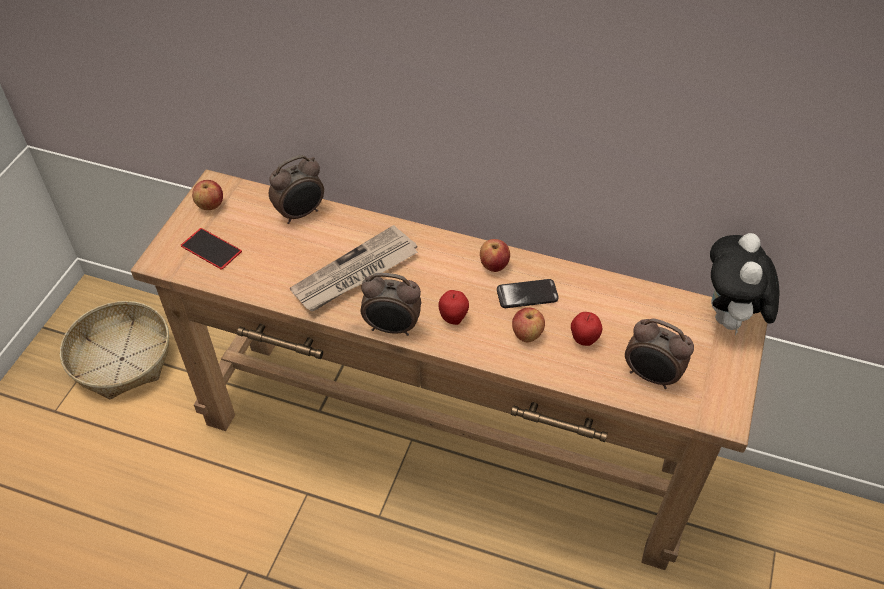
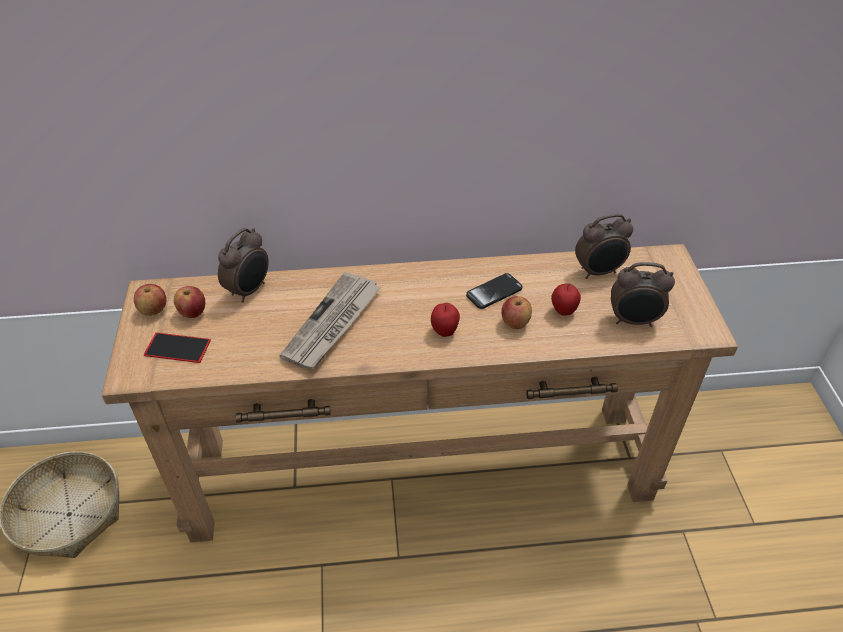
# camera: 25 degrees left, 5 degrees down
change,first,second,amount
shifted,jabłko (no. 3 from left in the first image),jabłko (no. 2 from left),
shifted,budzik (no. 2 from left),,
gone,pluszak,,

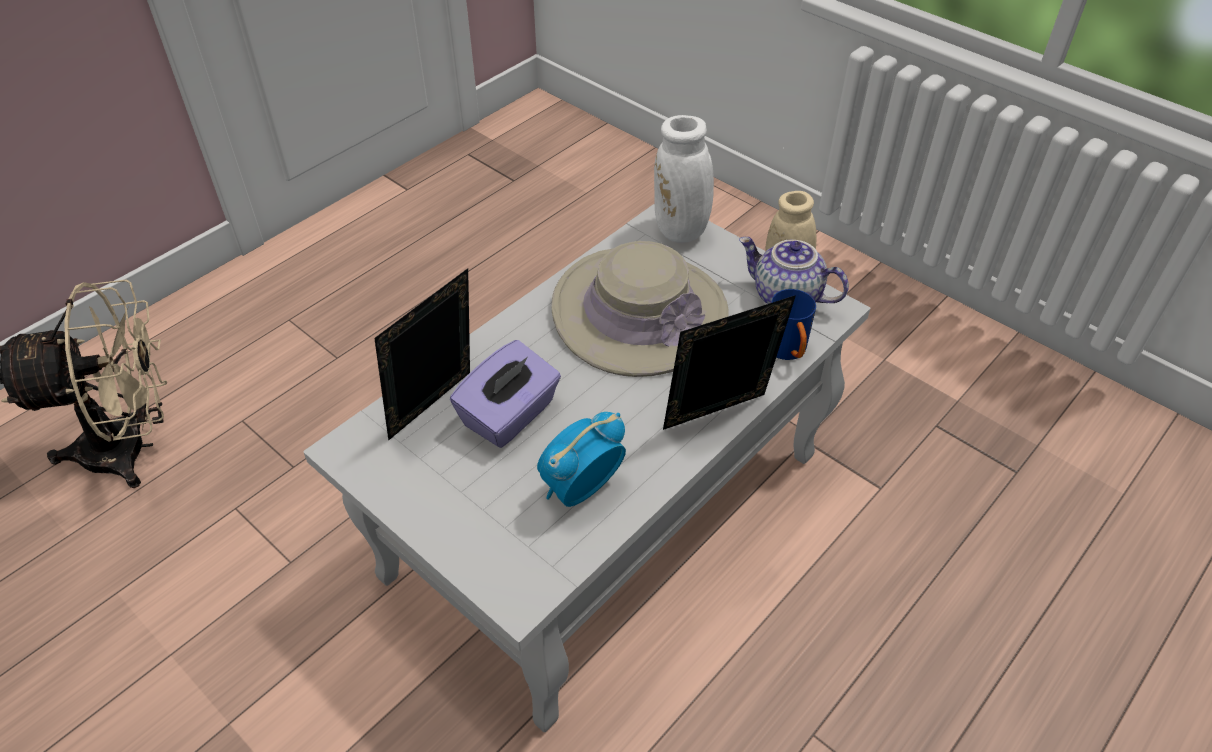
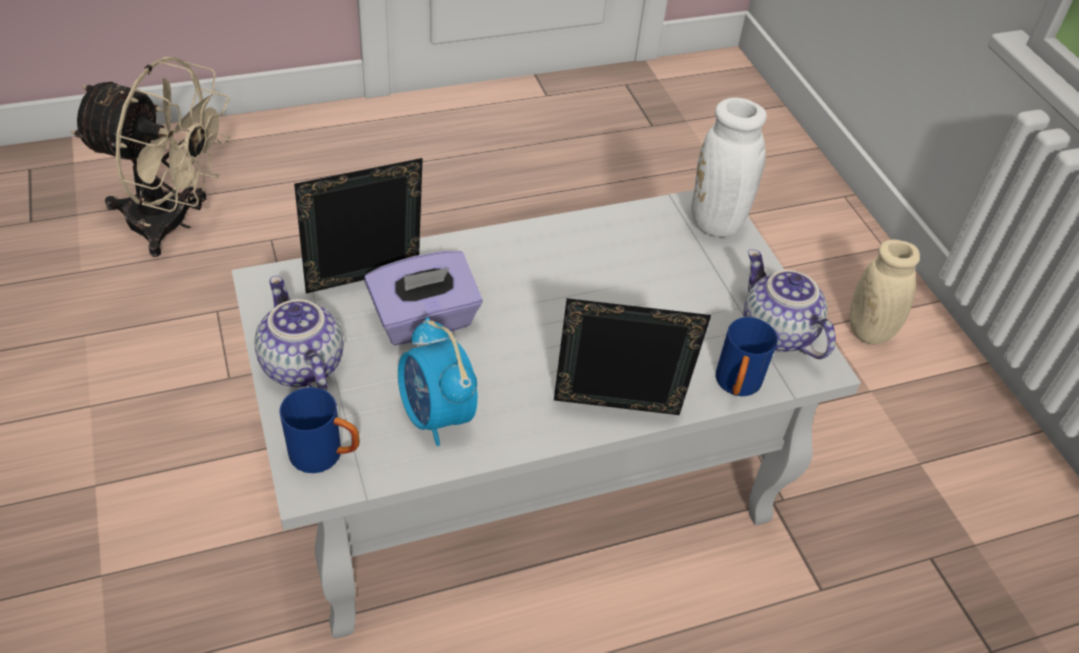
# camera: 25 degrees right, 0 degrees up
change,first,second,amount
new,,imbryk (no. 1 from left),
new,,kubek/niebieski (no. 1 from left),
rotated,budzik,,105 degrees counterclockwise
gone,kapelusz/beżowy,,

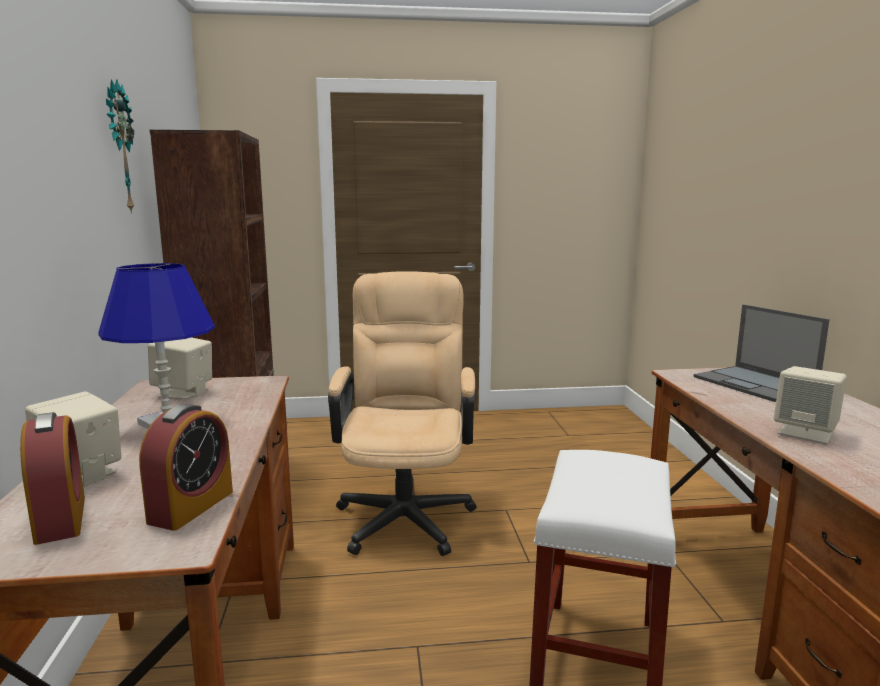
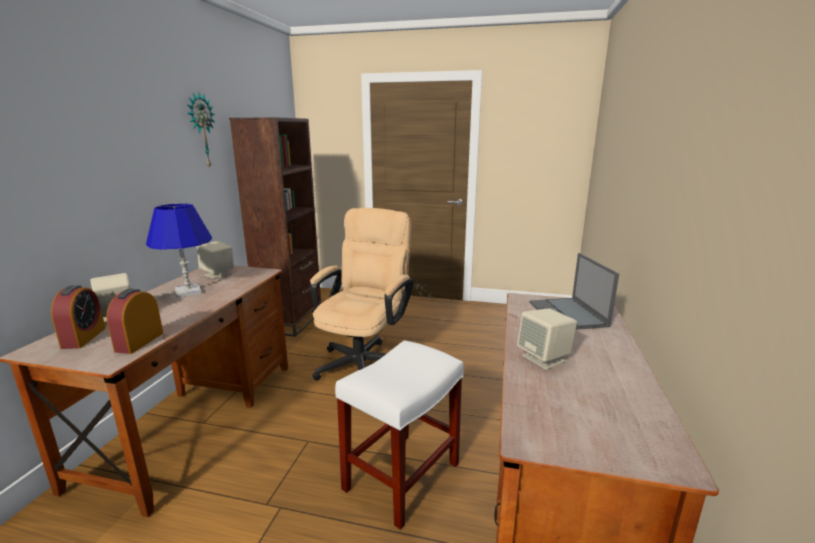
# camera: 20 degrees right, 5 degrees up
change,first,second,amount
rotated,budzik (no. 2 from left),,150 degrees clockwise

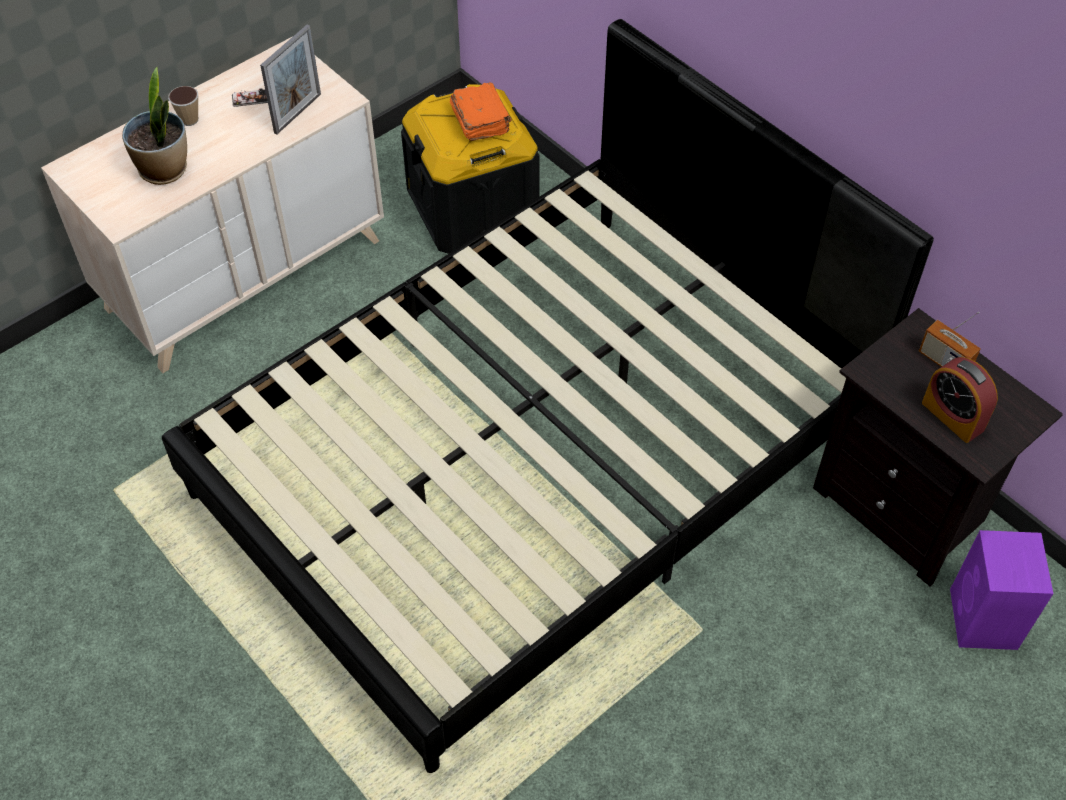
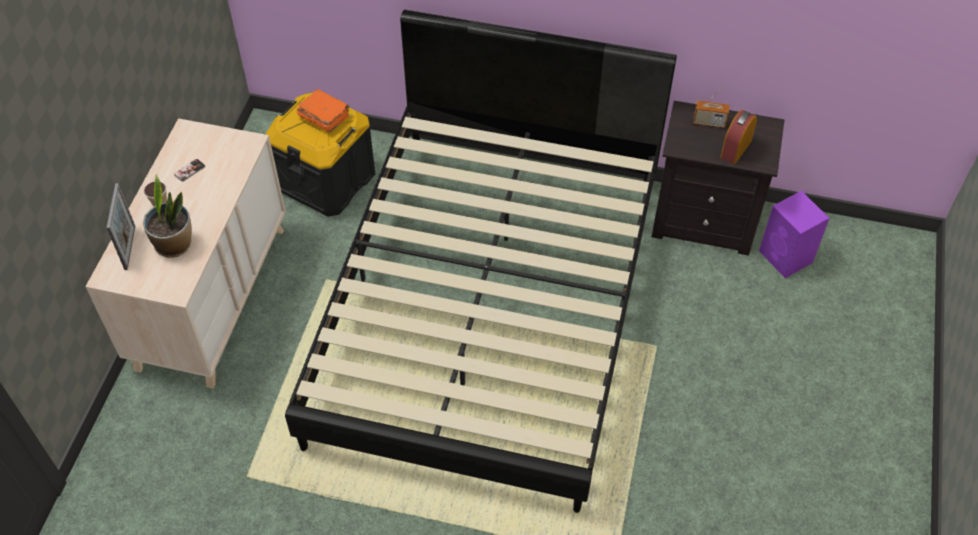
# camera: 35 degrees left, 0 degrees up
change,first,second,amount
shifted,ramka na zdjęcie,,
rotated,budzik,,105 degrees clockwise

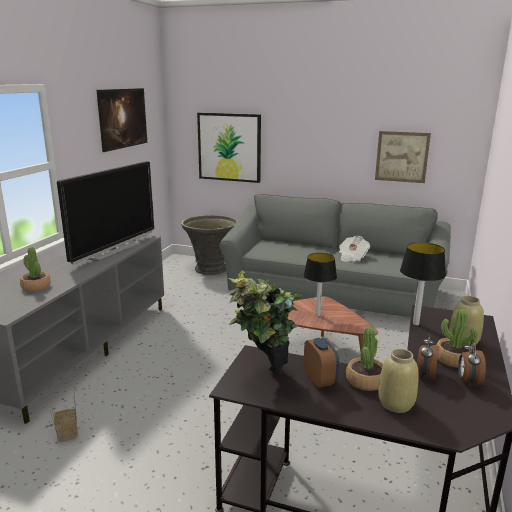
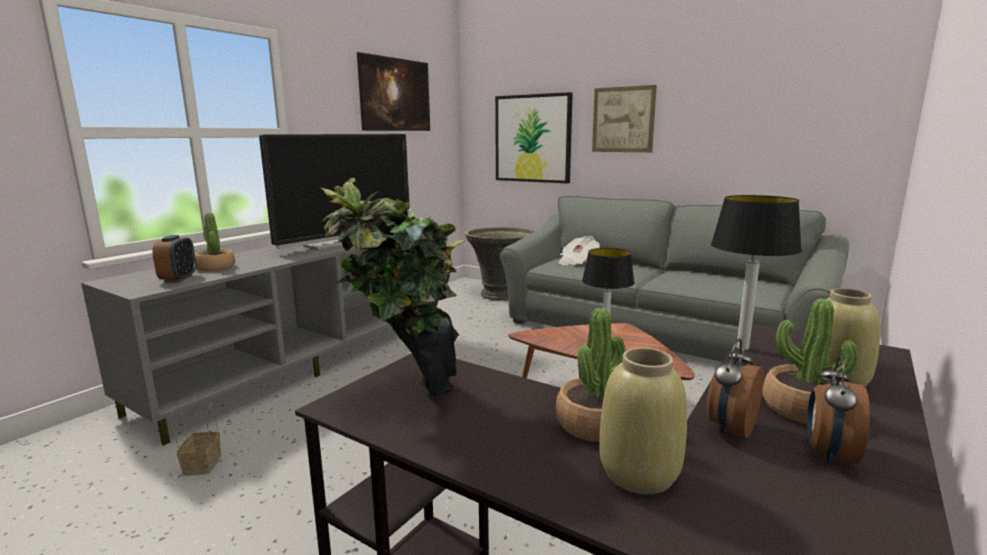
# camera: 15 degrees right, 5 degrees down
change,first,second,amount
shifted,budzik (no. 1 from left),,
shifted,gazeta,,
shifted,obraz (no. 3 from left),,

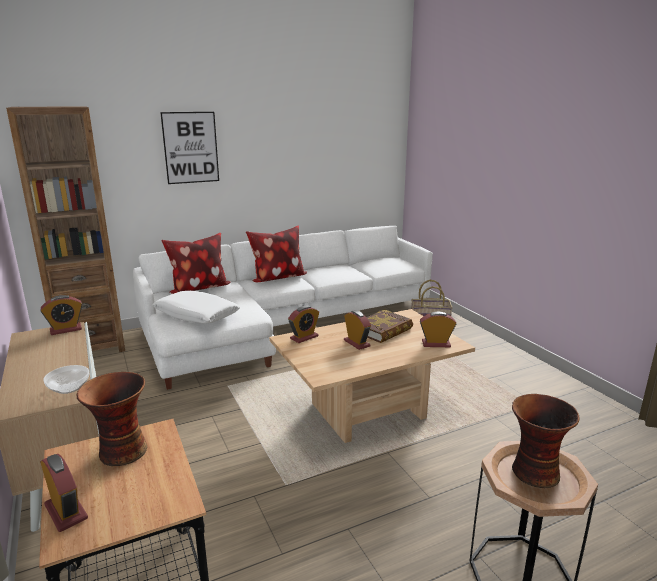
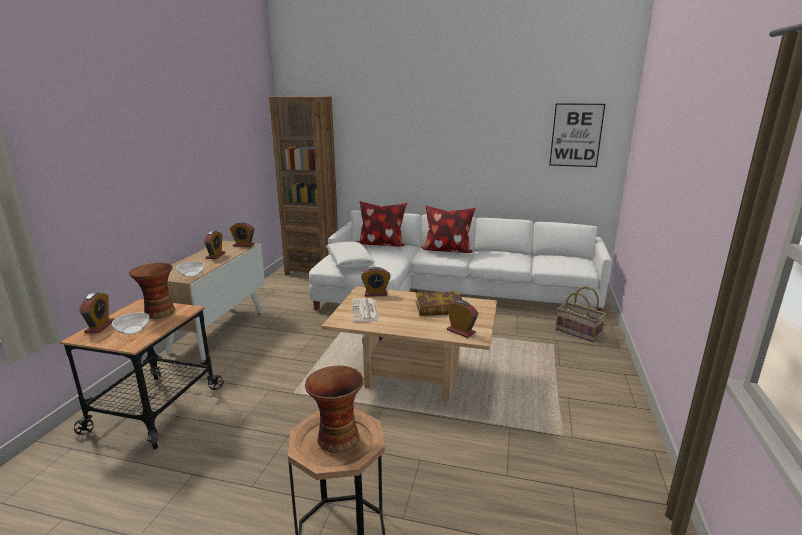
# camera: 40 degrees right, 0 degrees up
change,first,second,amount
new,,miska (no. 1 from left),
shifted,budzik (no. 4 from left in the first image),budzik (no. 2 from left),
new,,gazeta,
shifted,obraz,,

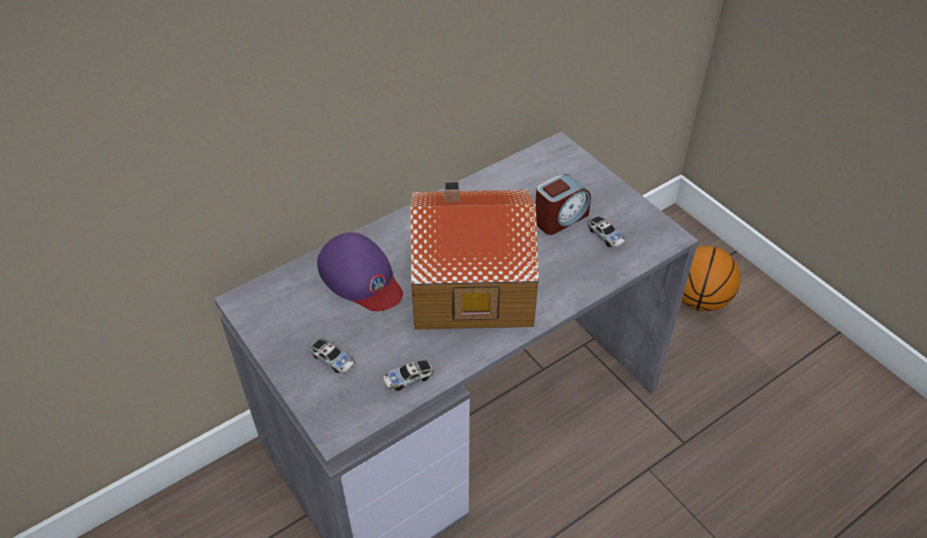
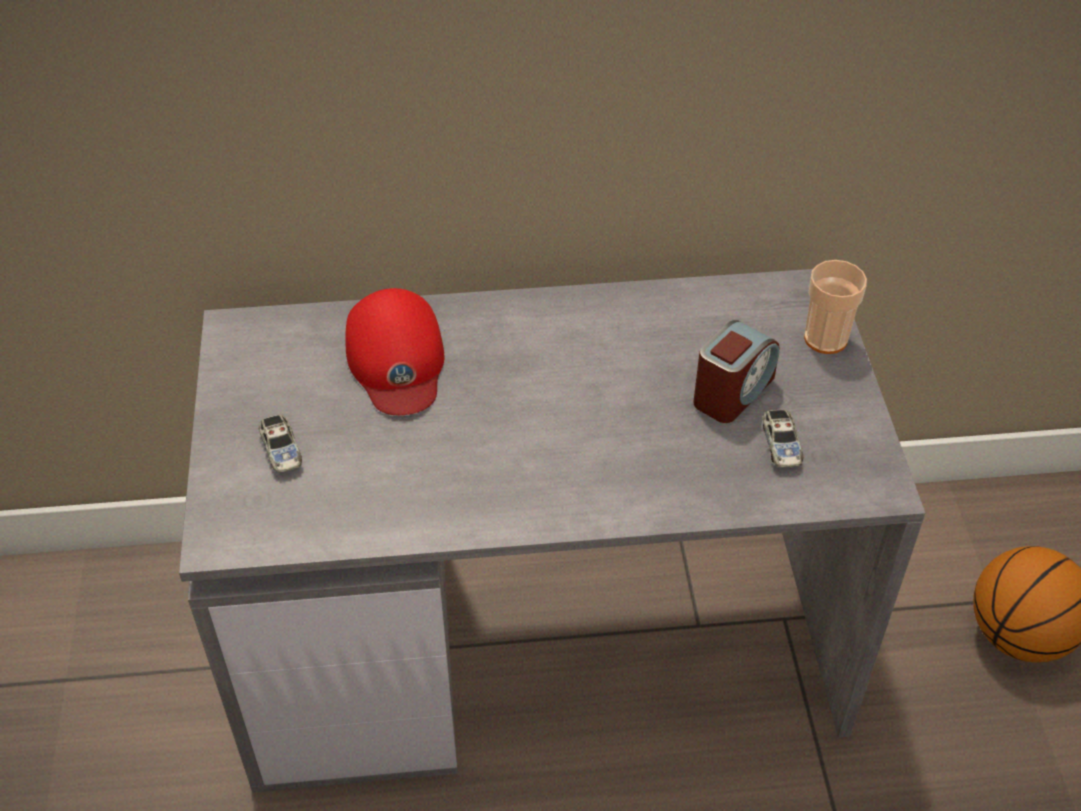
# camera: 30 degrees right, 0 degrees up
change,first,second,amount
repainted,czapka z daszkiem/fioletowy,czapka z daszkiem/czerwony,
rotated,budzik,,45 degrees counterclockwise
new,,filiżanka,
gone,samochodzik (no. 2 from left),,
gone,domek,,

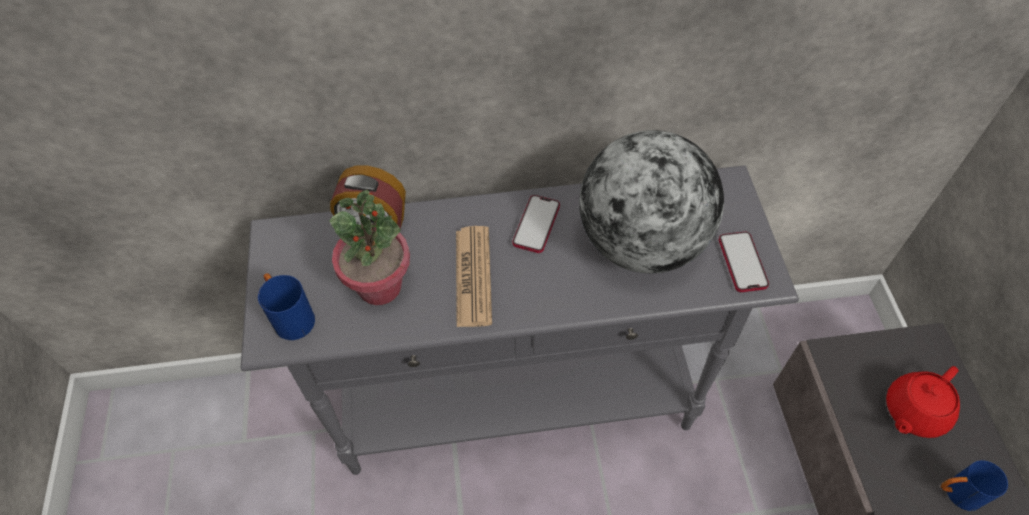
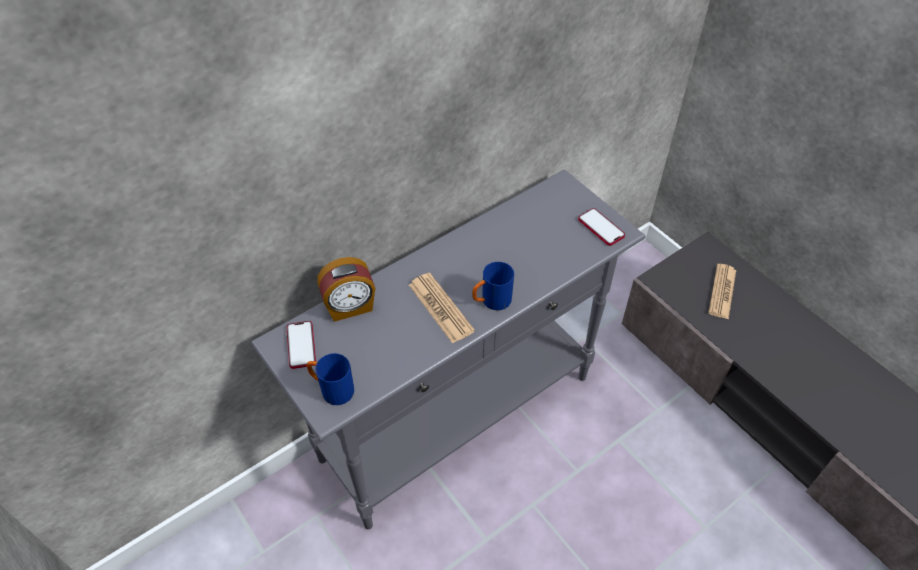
# camera: 30 degrees left, 5 degrees down
change,first,second,amount
shifted,telefon (no. 1 from left),,
shifted,kubek/niebieski (no. 2 from left),,
swapped,imbryk/czerwony,gazeta (no. 2 from left),
gone,roślina doniczkowa,,
gone,globus,,

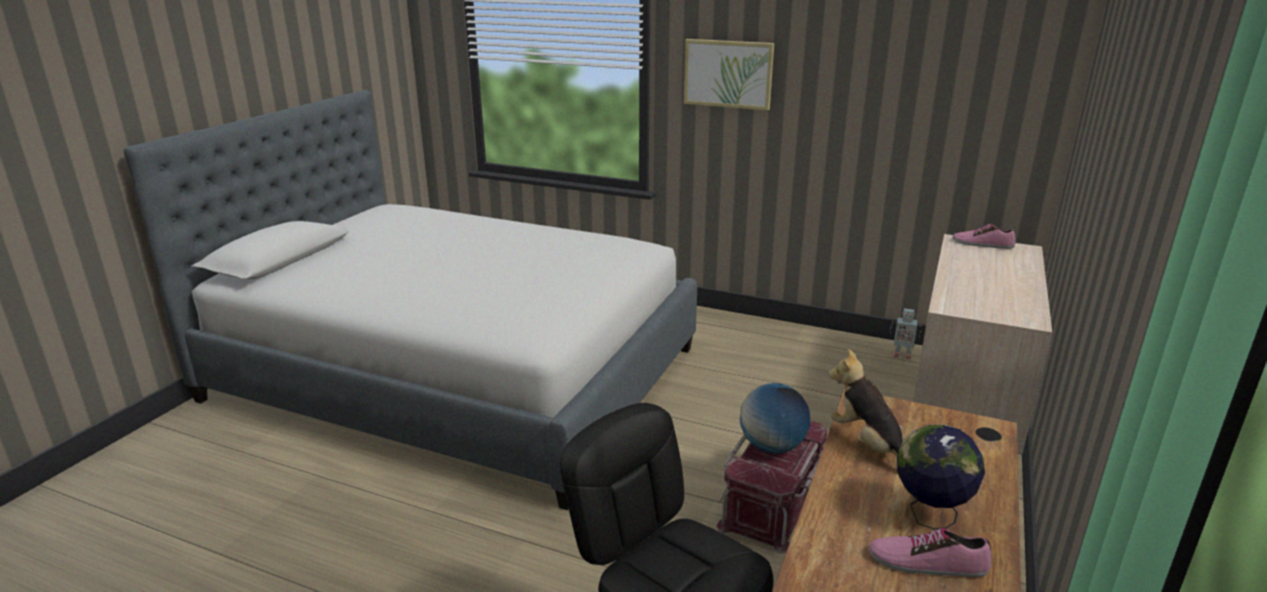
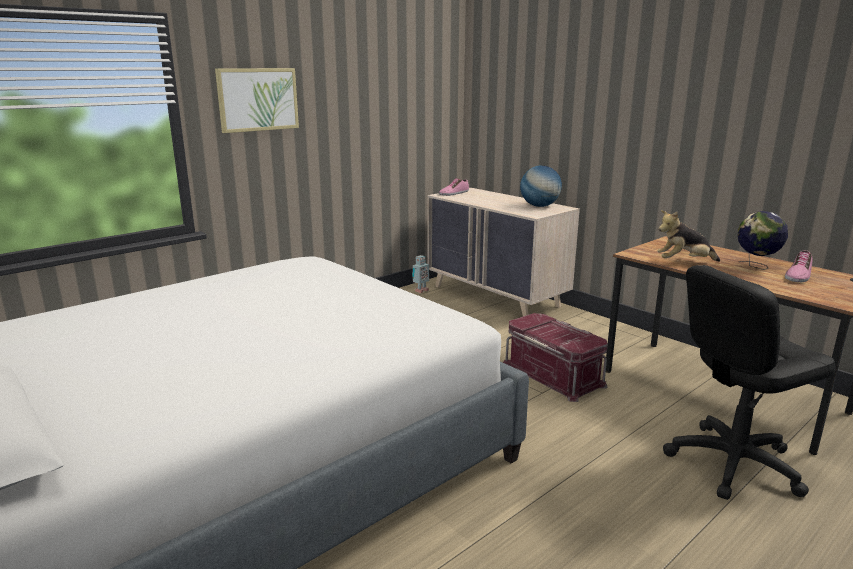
# camera: 65 degrees left, 5 degrees down
change,first,second,amount
shifted,globus (no. 1 from left),,

